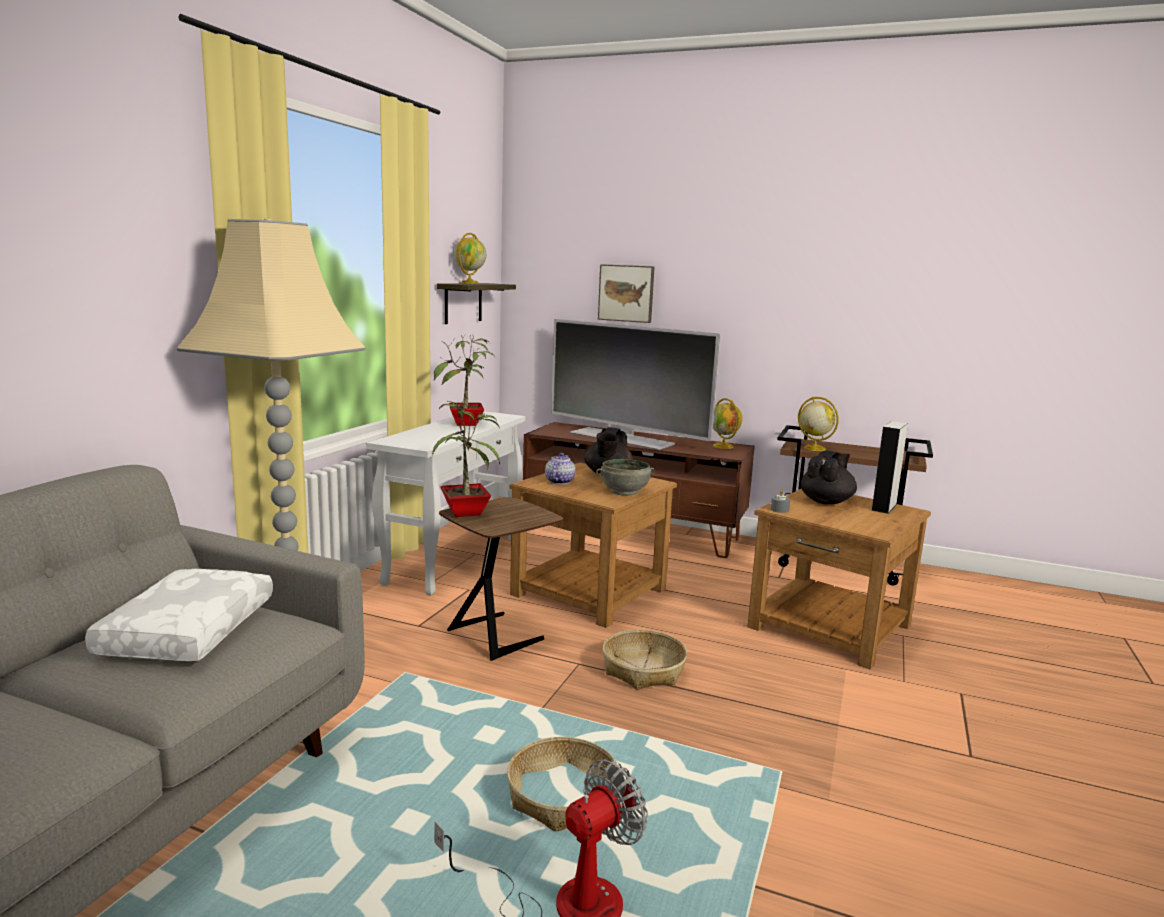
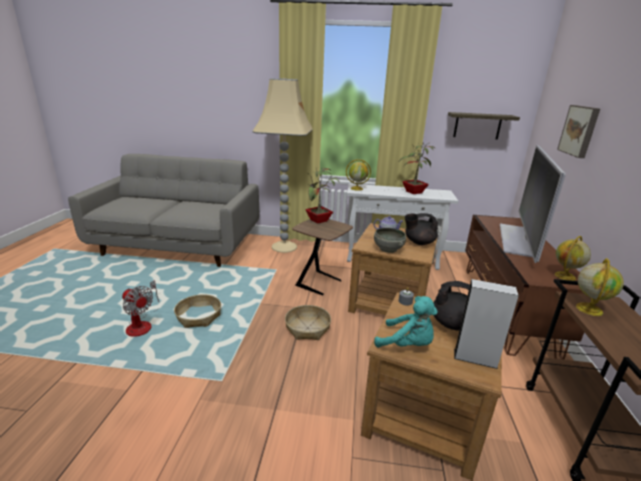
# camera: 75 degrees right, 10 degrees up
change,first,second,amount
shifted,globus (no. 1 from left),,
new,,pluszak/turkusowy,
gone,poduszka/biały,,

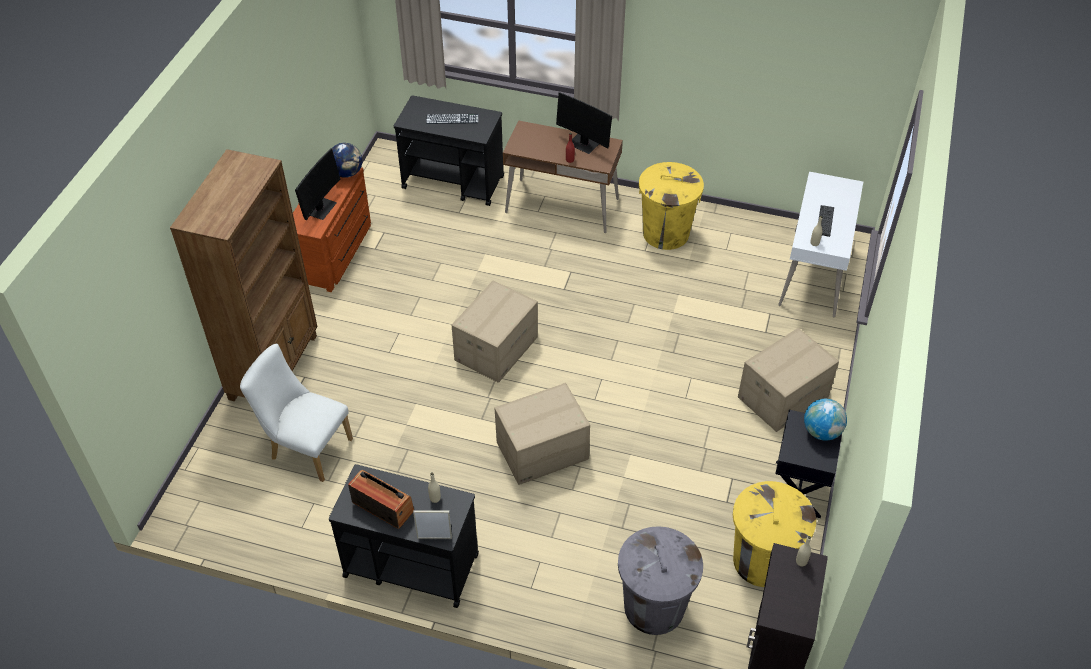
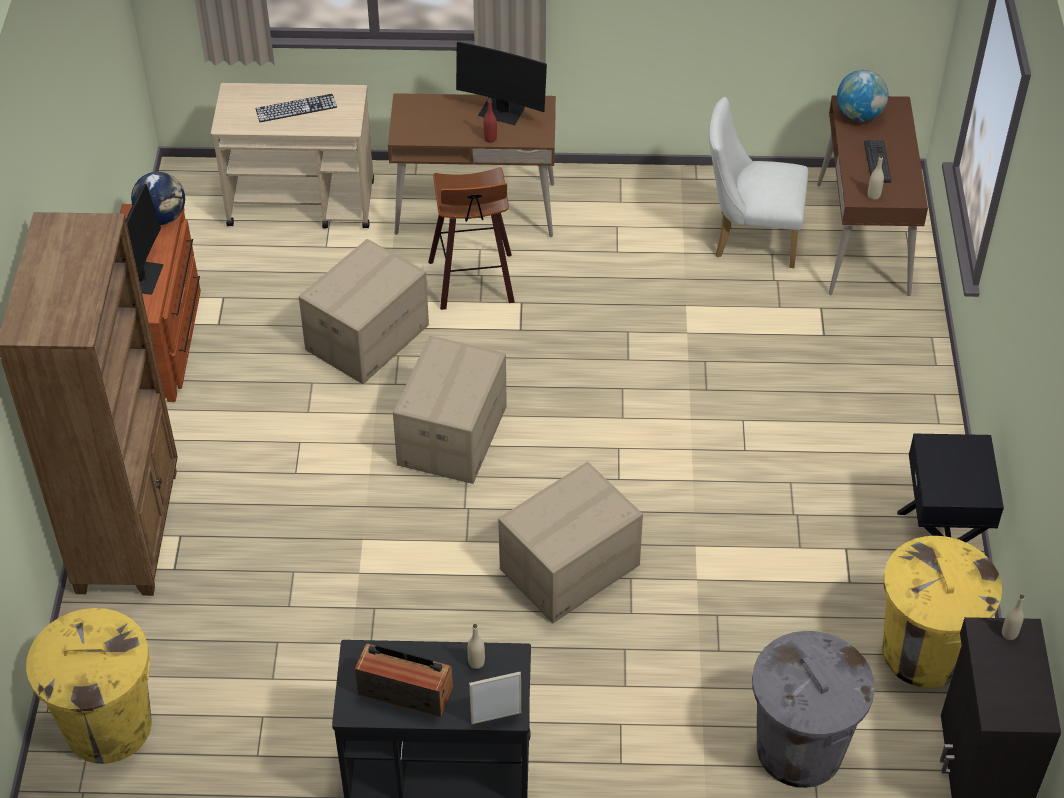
# camera: 15 degrees left, 0 degrees up
change,first,second,amount
shifted,kosz na śmieci/żółty (no. 1 from left),,
repainted,wózek/czarny (no. 2 from left),wózek/beżowy,
shifted,karton (no. 3 from left in the first image),karton (no. 1 from left),
new,,stołek,
shifted,krzesło/biały,,
repainted,biurko/biały,biurko/brązowy (no. 2 from left),
shifted,globus (no. 2 from left),,

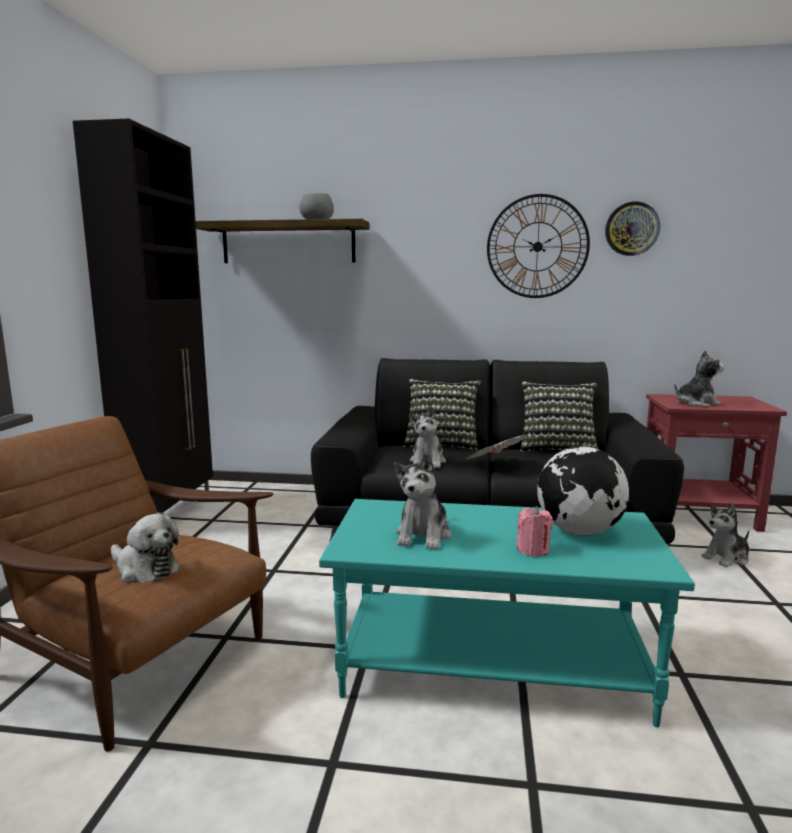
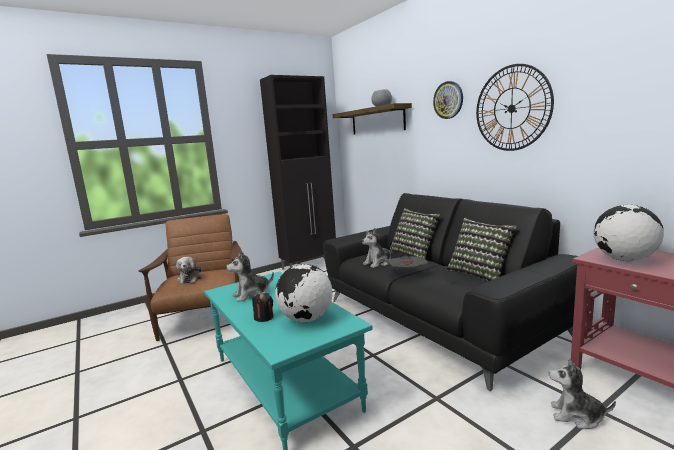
# camera: 50 degrees right, 0 degrees up
change,first,second,amount
repainted,świeca/różowy,świeca/czarny,
shifted,zegar ścienny (no. 2 from left in the first image),zegar ścienny (no. 1 from left),
swapped,pluszak (no. 4 from left),globus (no. 2 from left),

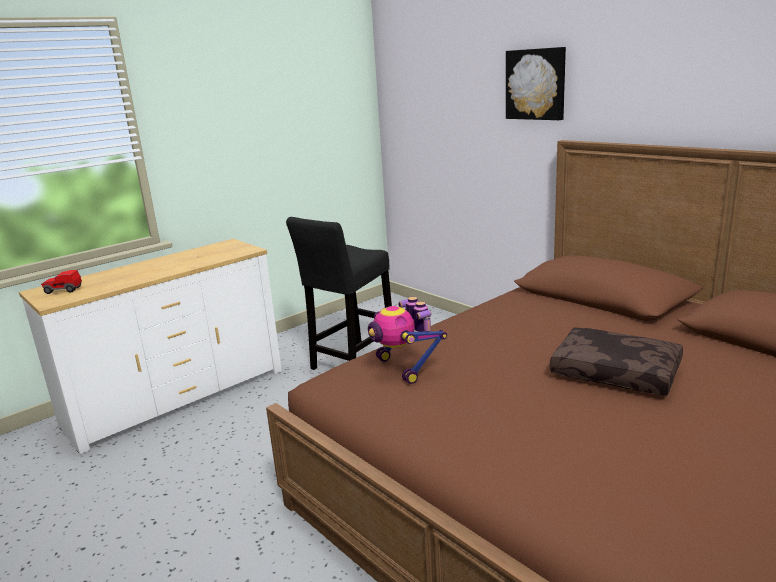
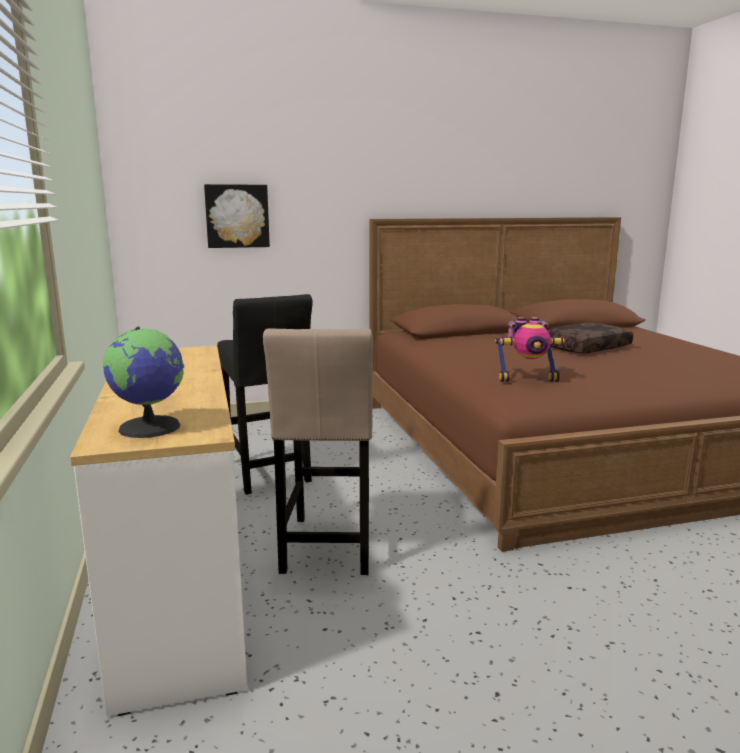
# camera: 65 degrees left, 5 degrees down
change,first,second,amount
swapped,samochodzik,globus,
shifted,obraz,,
new,,stołek/beżowy,

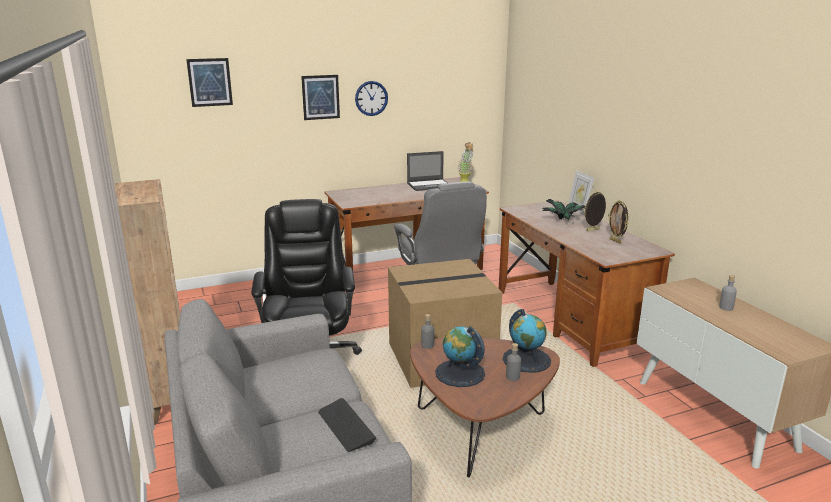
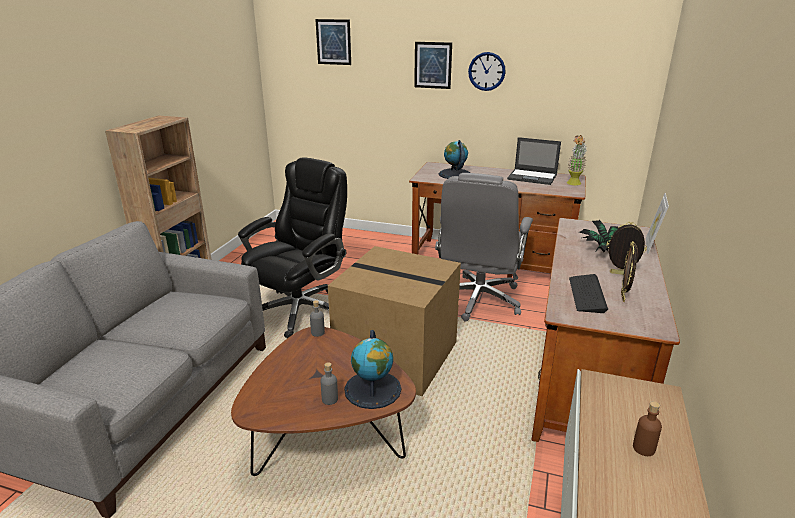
# camera: 40 degrees right, 5 degrees up
change,first,second,amount
shifted,globus (no. 1 from left in the first image),globus (no. 2 from left),
shifted,klawiatura,,
repainted,butelka/szary (no. 3 from left),butelka/brązowy,

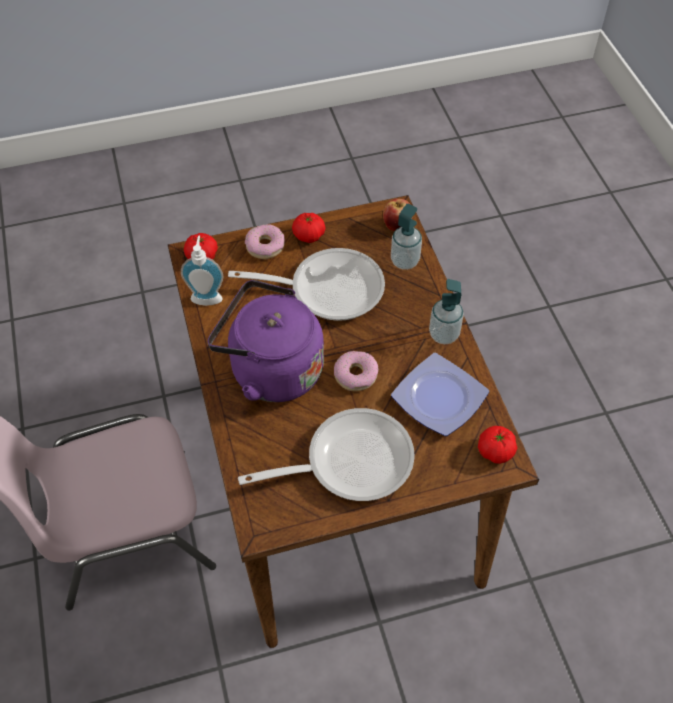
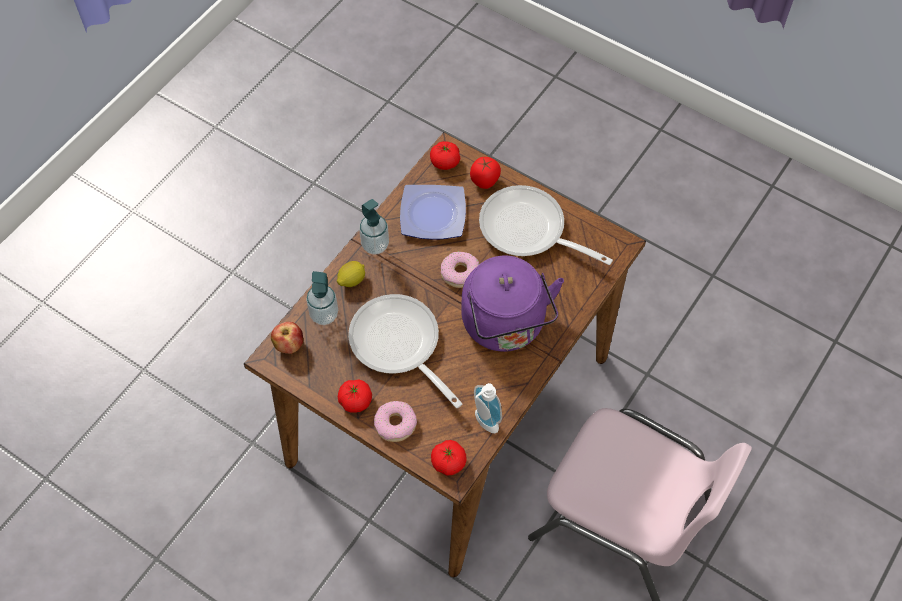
# camera: 130 degrees left, 5 degrees up
change,first,second,amount
new,,cytryna,
new,,pomidor (no. 4 from left),

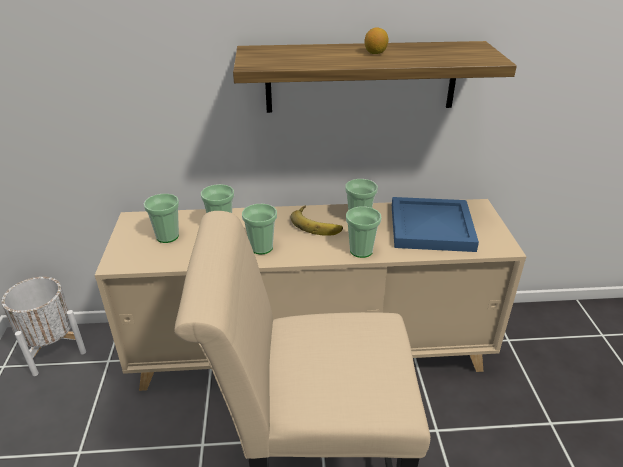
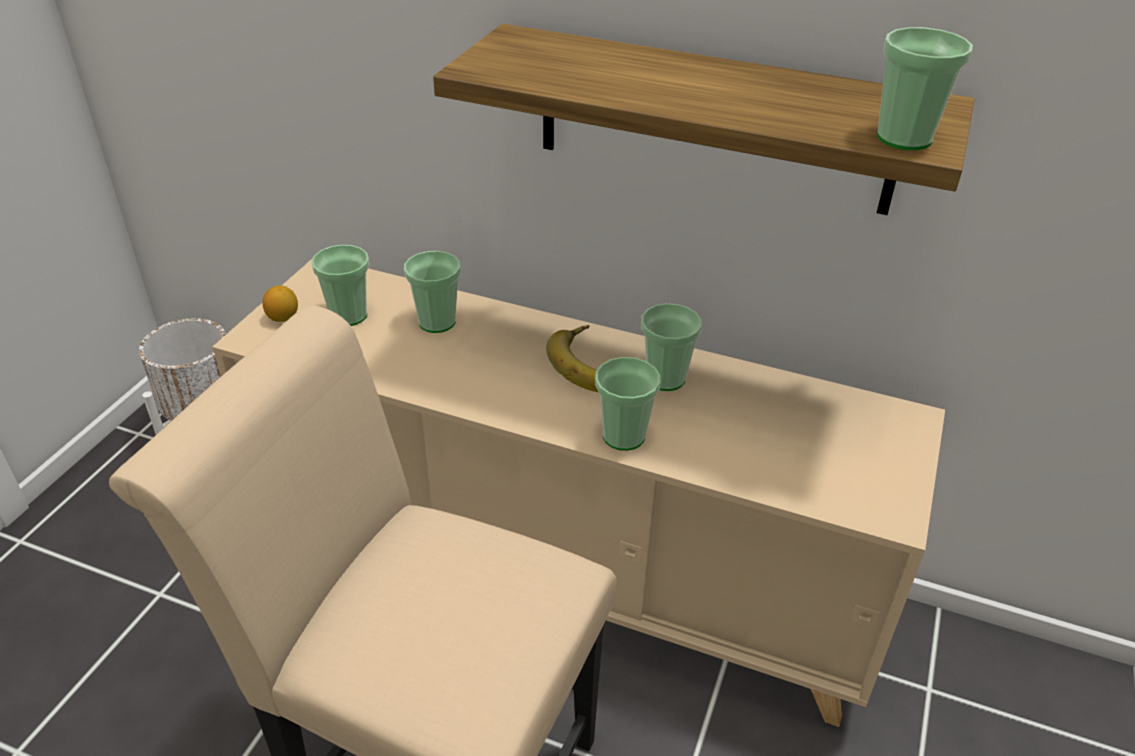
# camera: 25 degrees right, 5 degrees up
change,first,second,amount
shifted,cytryna,,
shifted,filiżanka (no. 3 from left in the first image),filiżanka (no. 5 from left),
gone,taca/niebieski,,

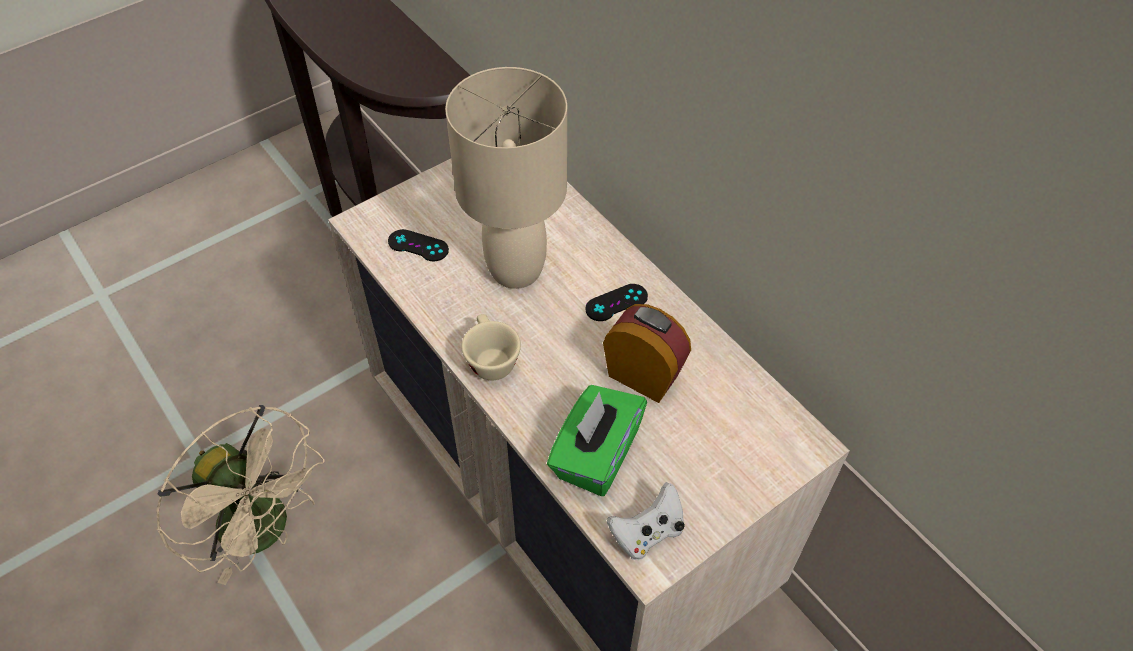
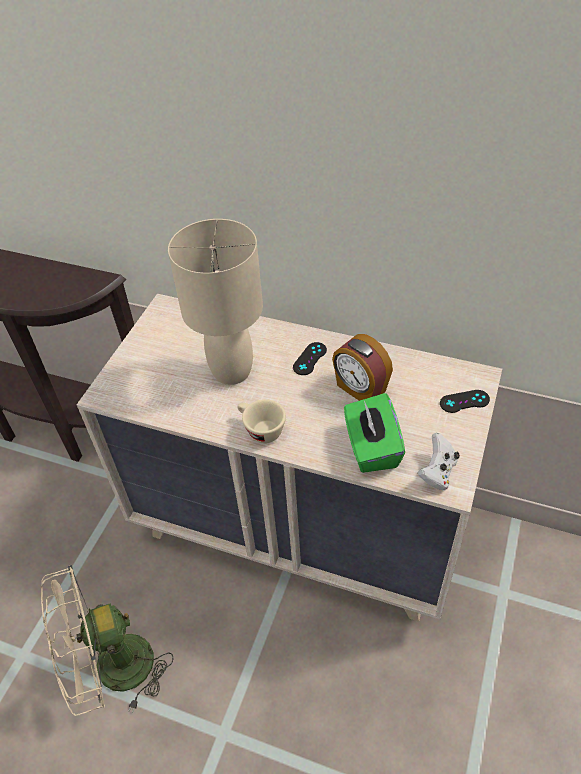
# camera: 30 degrees left, 5 degrees down
change,first,second,amount
rotated,wentylator/beżowy,,150 degrees clockwise
rotated,budzik,,135 degrees counterclockwise
shifted,pad do gier/czarny (no. 1 from left in the first image),pad do gier/czarny (no. 2 from left),

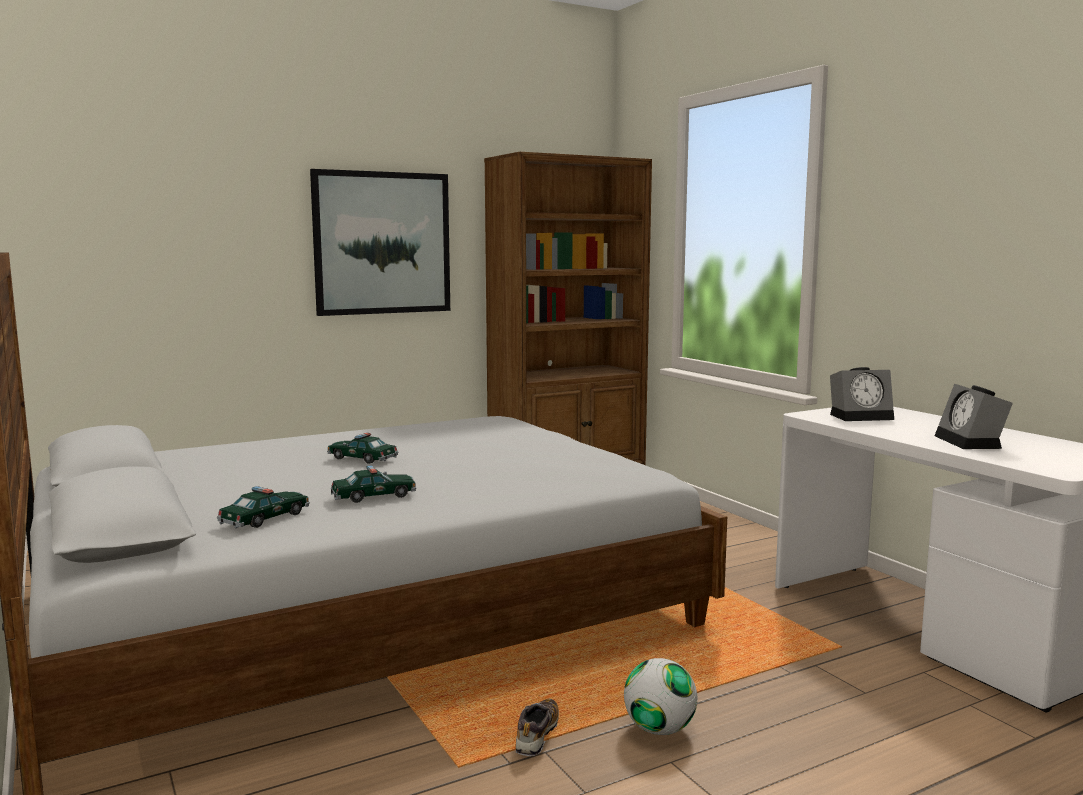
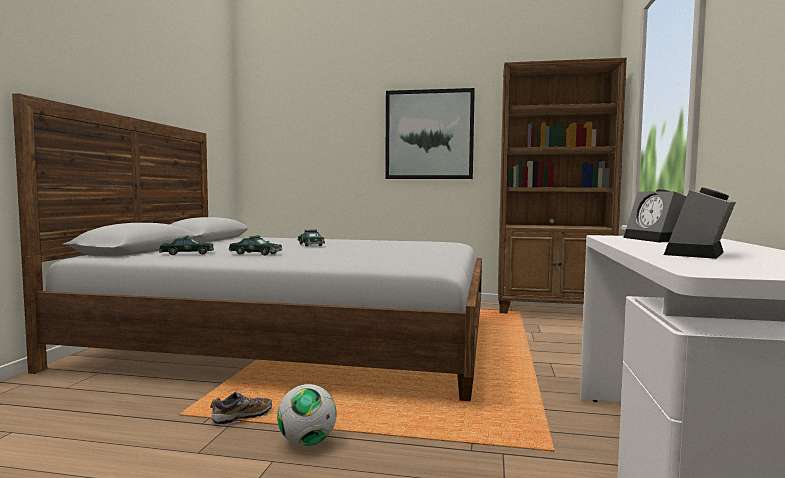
# camera: 40 degrees right, 5 degrees down
change,first,second,amount
rotated,budzik (no. 1 from left),,45 degrees clockwise

